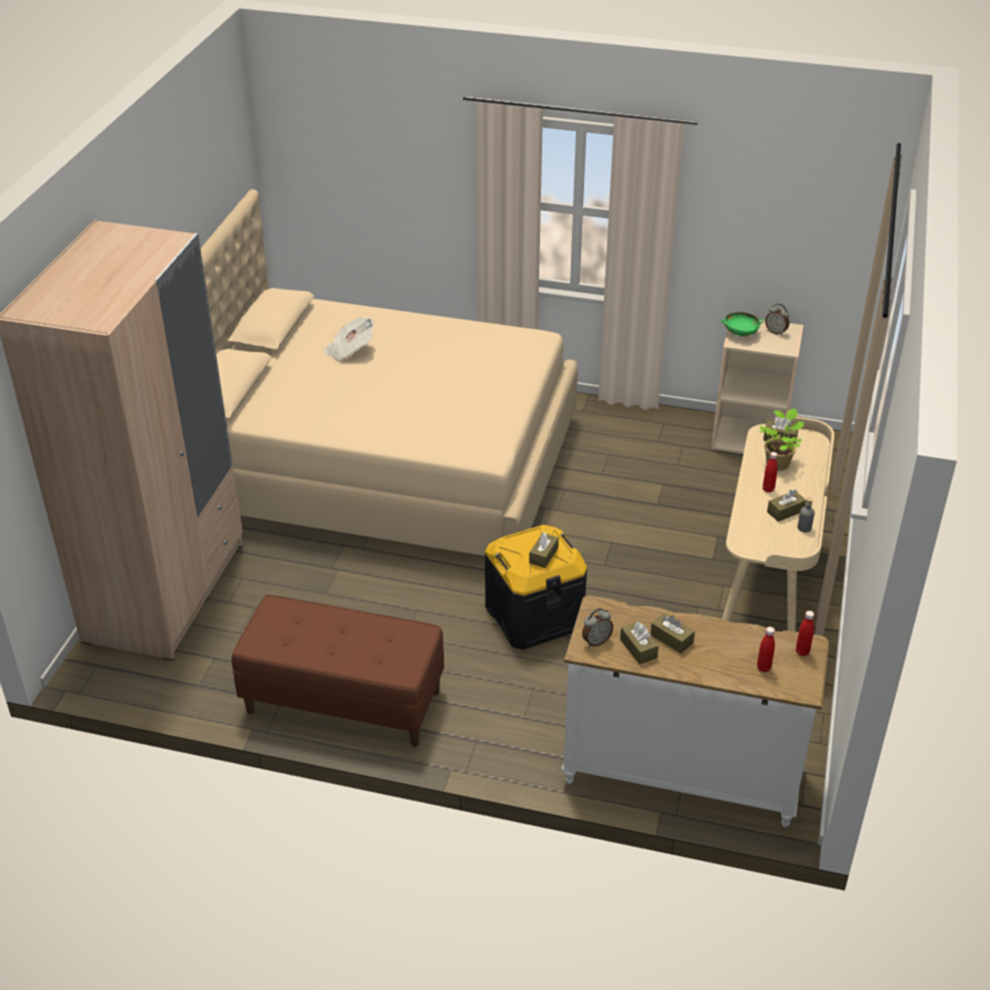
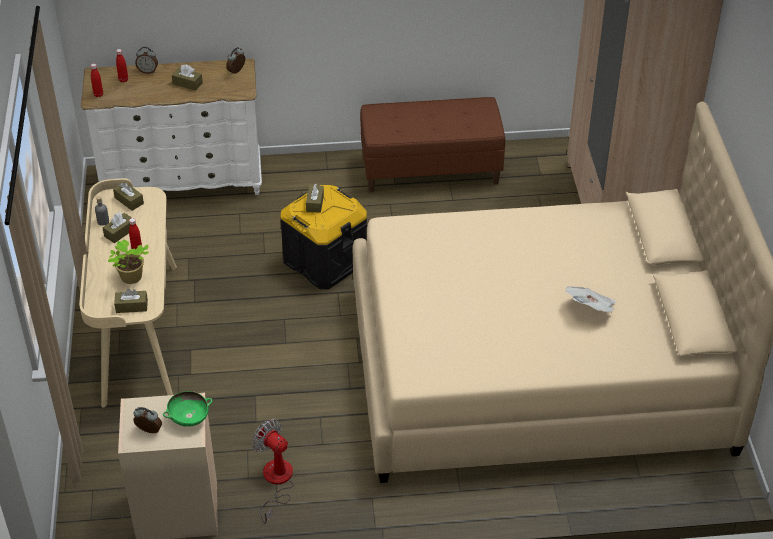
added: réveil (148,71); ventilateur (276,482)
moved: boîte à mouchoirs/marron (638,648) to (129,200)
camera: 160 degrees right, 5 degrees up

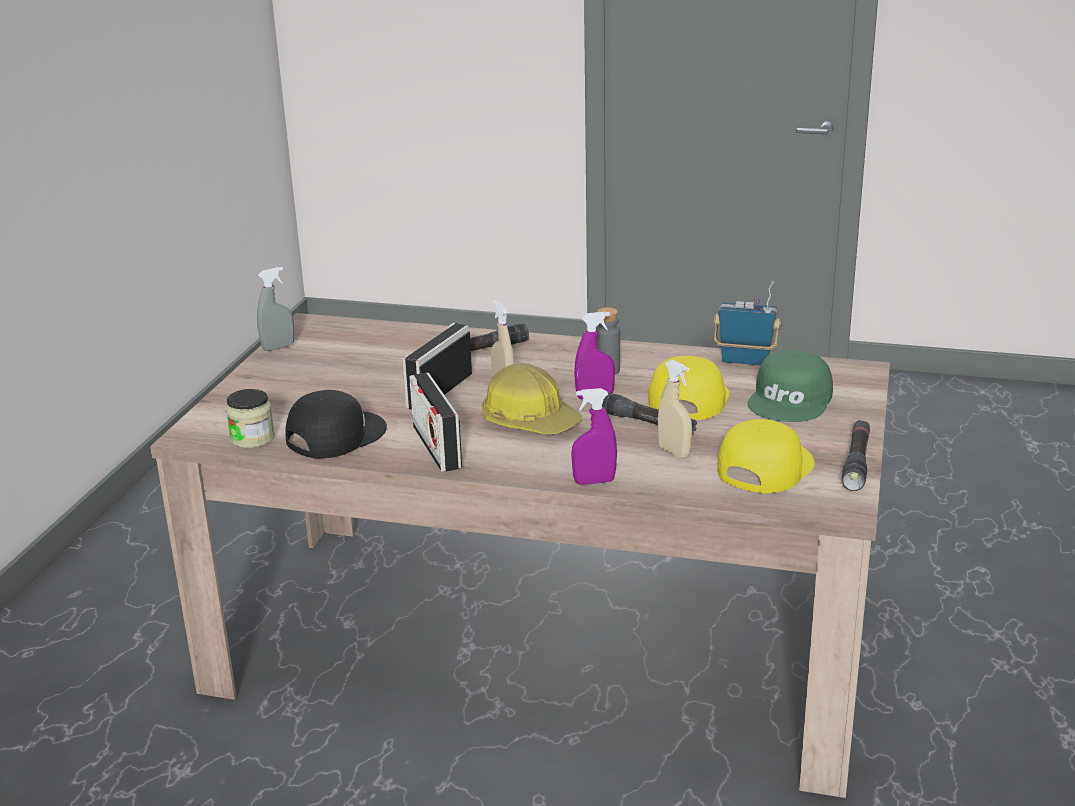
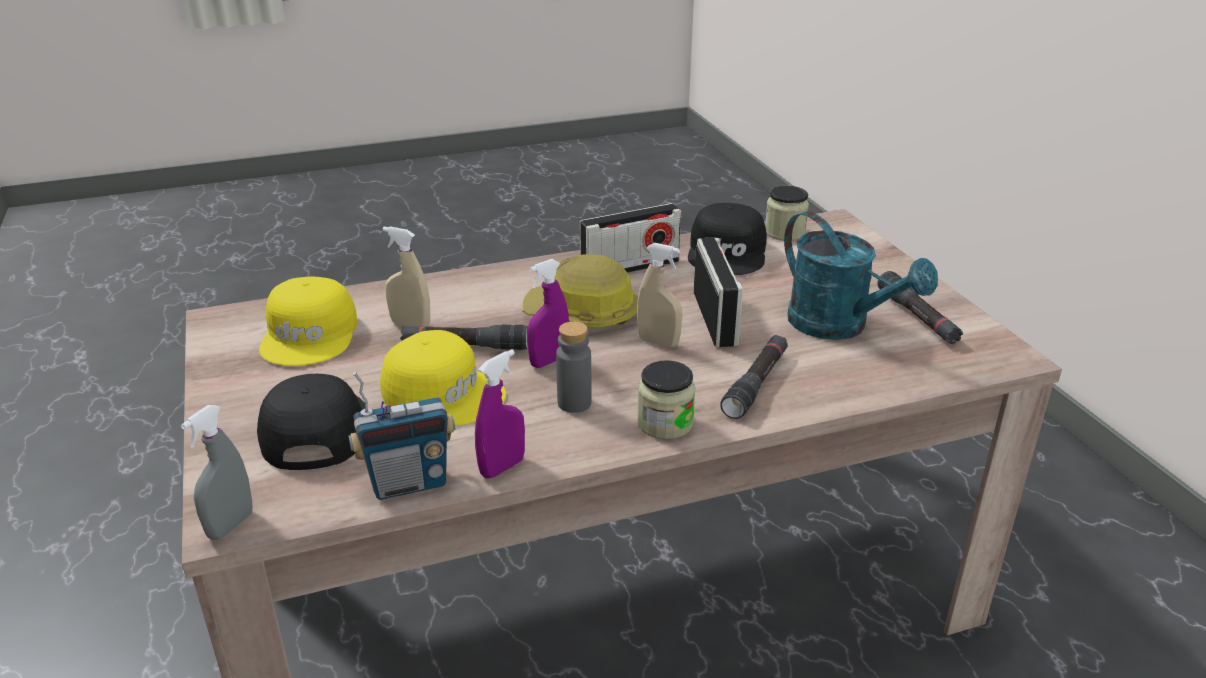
added: bocal (665,423); arrosoir/turquoise (839,326)
moved: vaporisateur/gris (278,347) to (230,525); vaporisateur/violet (594,482) to (502,467); lampe de poche/noir (856,463) to (917,317)
recoloured: casquette/vert (791,400) to casquette/noir (313,430)
turned: radio (436,447) = (630,267) 120 degrees clockwise; casquette/jaune (687,398) = (444,392) 45 degrees counterclockwise
camera: 145 degrees right, 5 degrees up

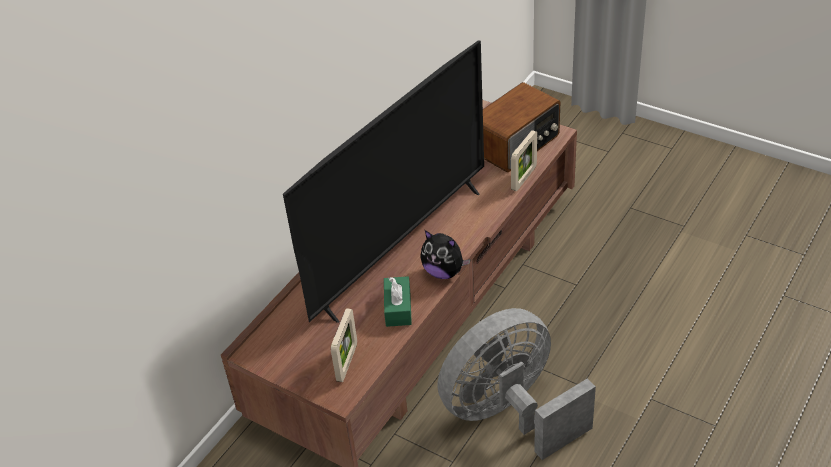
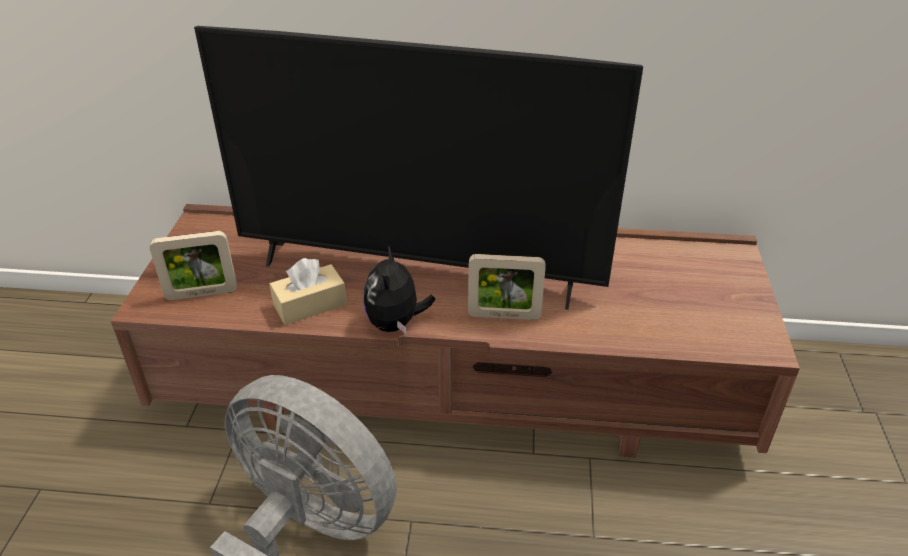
removed: radio (517,144)
moved: cadre photo (524,178) to (504,315)
recoloured: boîte à mouchoirs/vert (398,308) to boîte à mouchoirs/beige (310,305)
camera: 60 degrees right, 5 degrees down

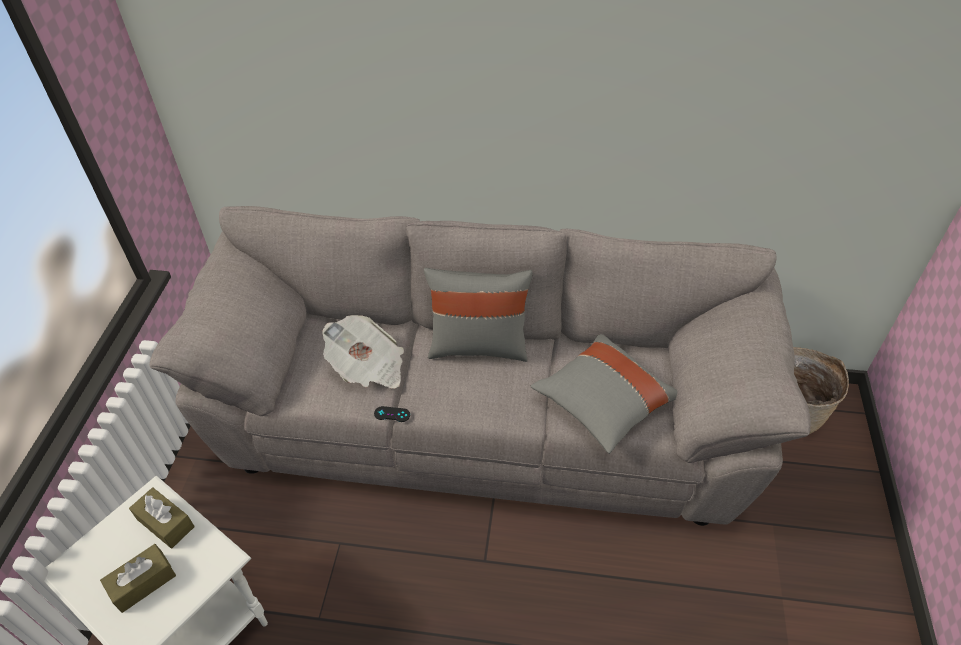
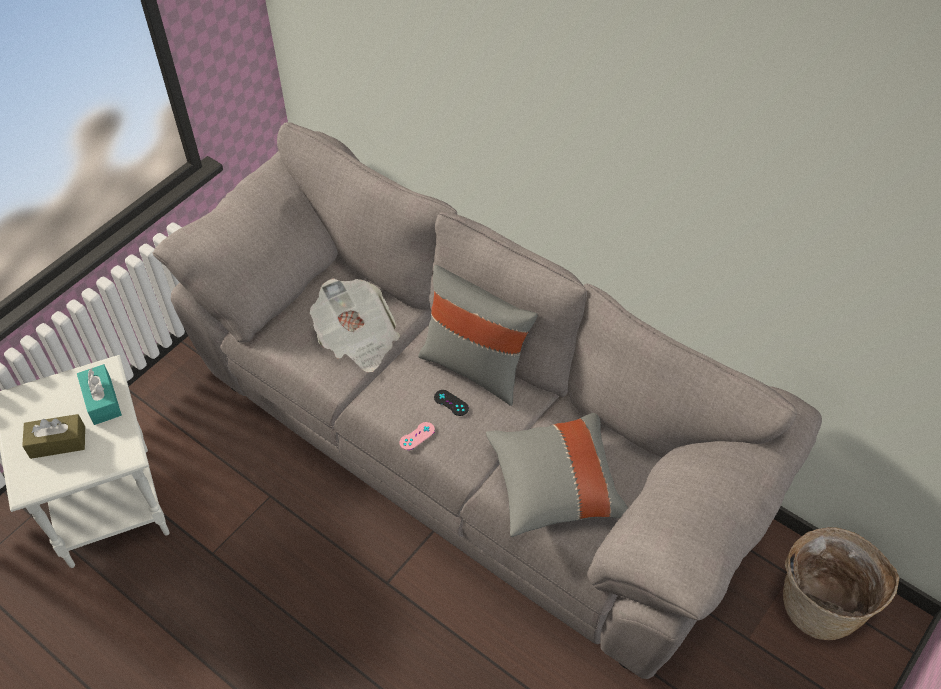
added: manette/rose (417,436)
moved: manette/noir (392,414) to (451,403)
recoloured: boîte à mouchoirs/marron (165,523) to boîte à mouchoirs/turquoise (102,400)
camera: 30 degrees right, 5 degrees up

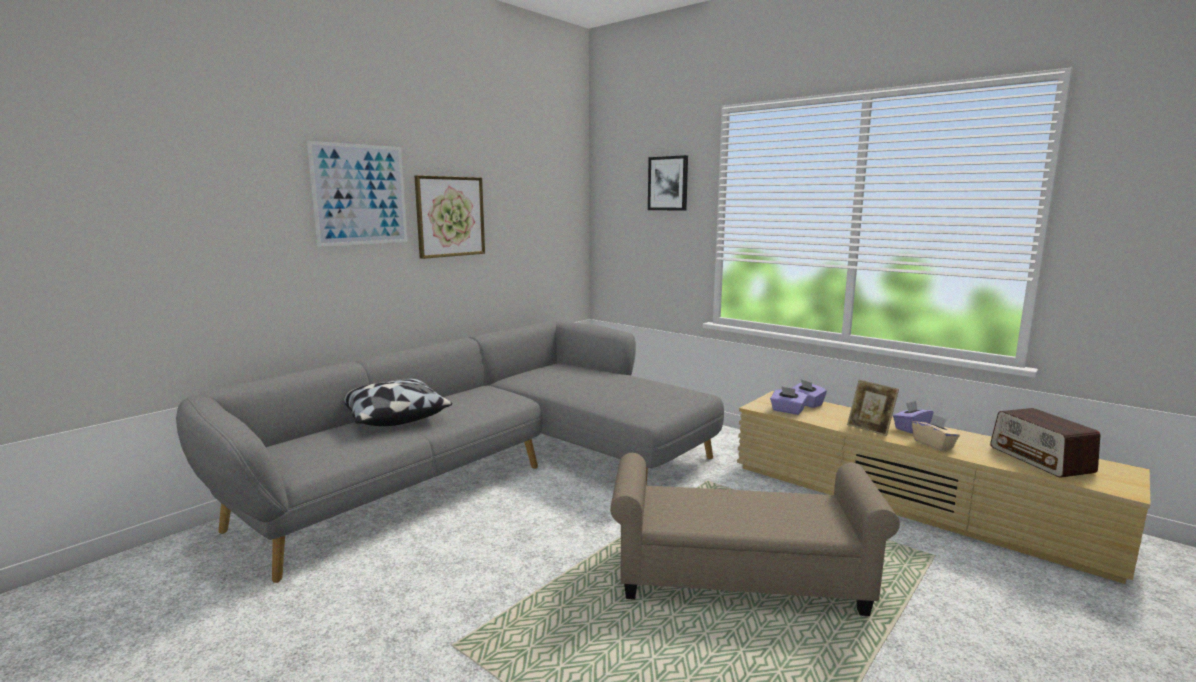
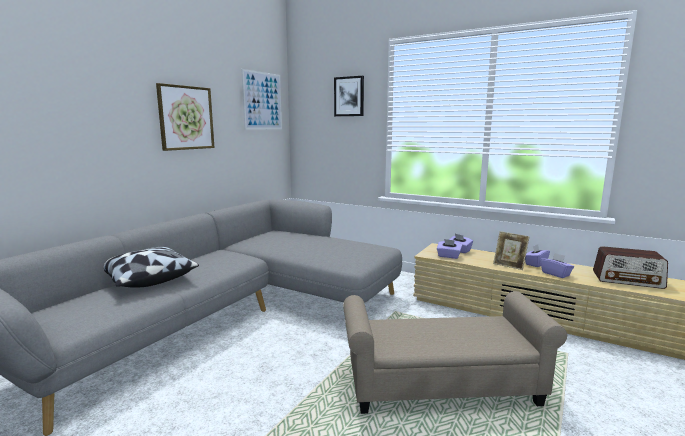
moved: tableau (360,195) to (262,101)
recoloured: boîte à mouchoirs/beige (933,444) to boîte à mouchoirs/violet (555,274)
turned: radio (1041,460) = (627,280) 45 degrees counterclockwise
camera: 10 degrees left, 0 degrees up

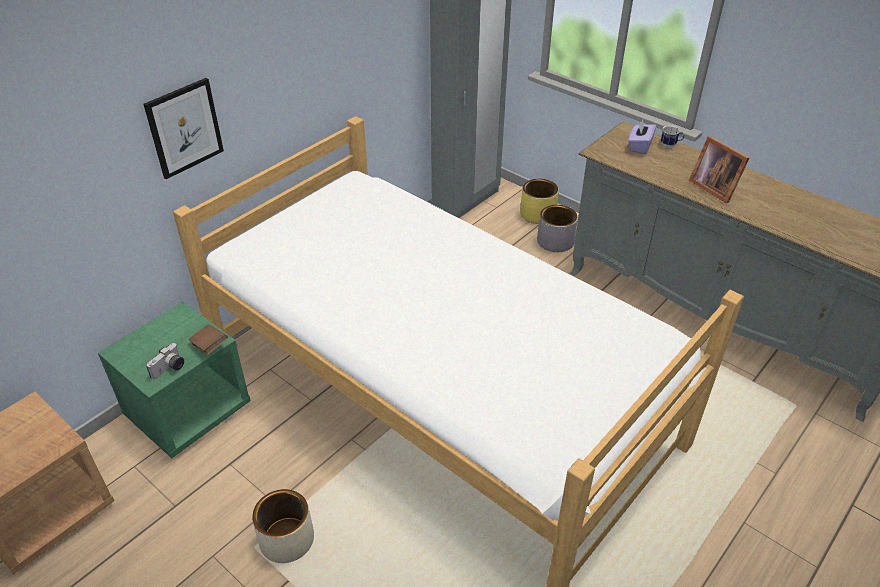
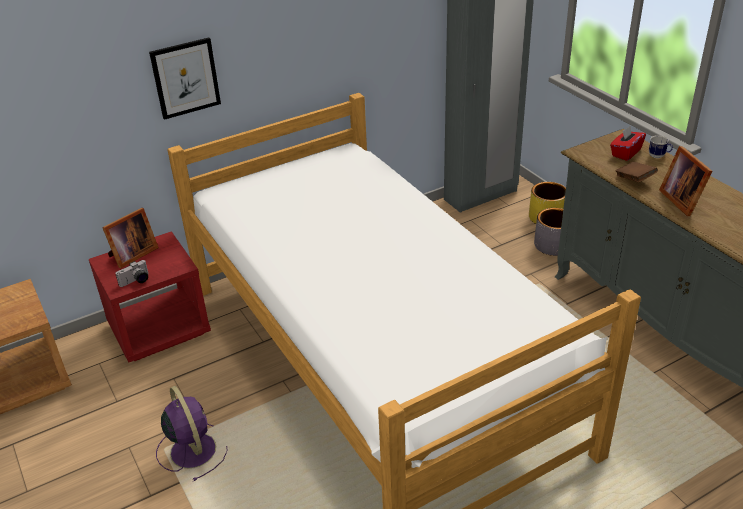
added: cadre photo (132,255)
moved: livre/marron (210,346) to (634,179)
replaced: cache-pot/beige (286,539) to ventilateur/violet (192,449)
recoloured: table de chevet/vert (189,411) to table de chevet/rouge (159,329); boîte à mouchoirs/violet (639,146) to boîte à mouchoirs/rouge (625,153)
camera: 20 degrees right, 5 degrees down

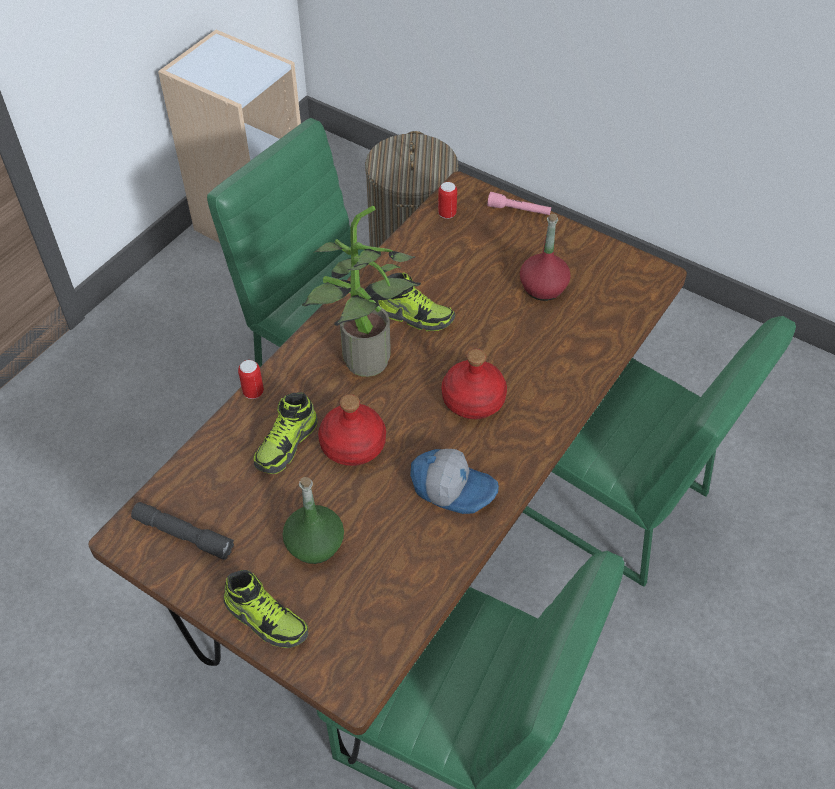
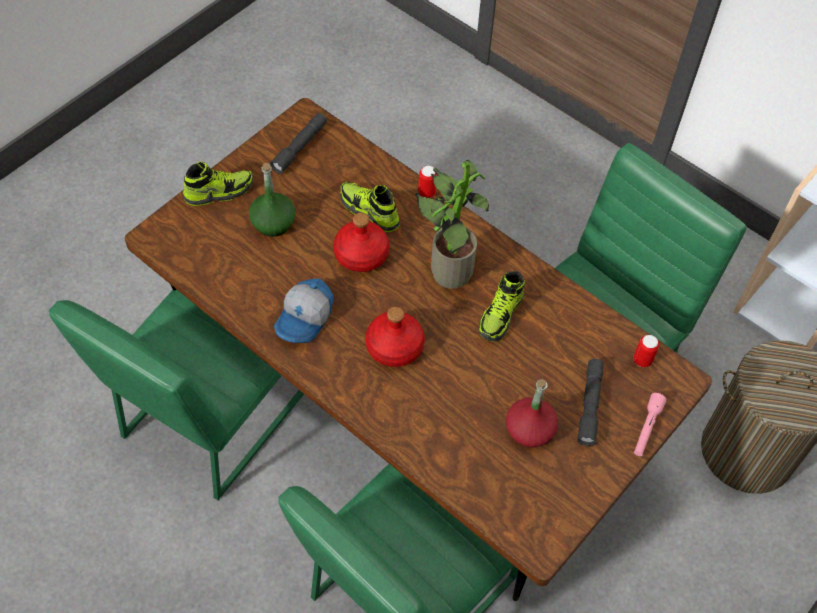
added: lampe de poche/gris (589,405)
turned: chaussure (267,619) = (219,191) 150 degrees counterclockwise
camera: 95 degrees right, 5 degrees up

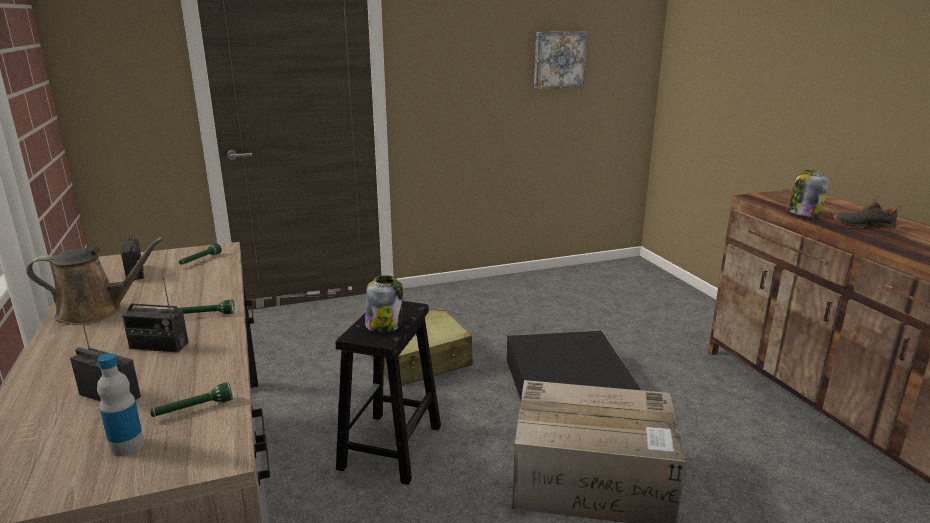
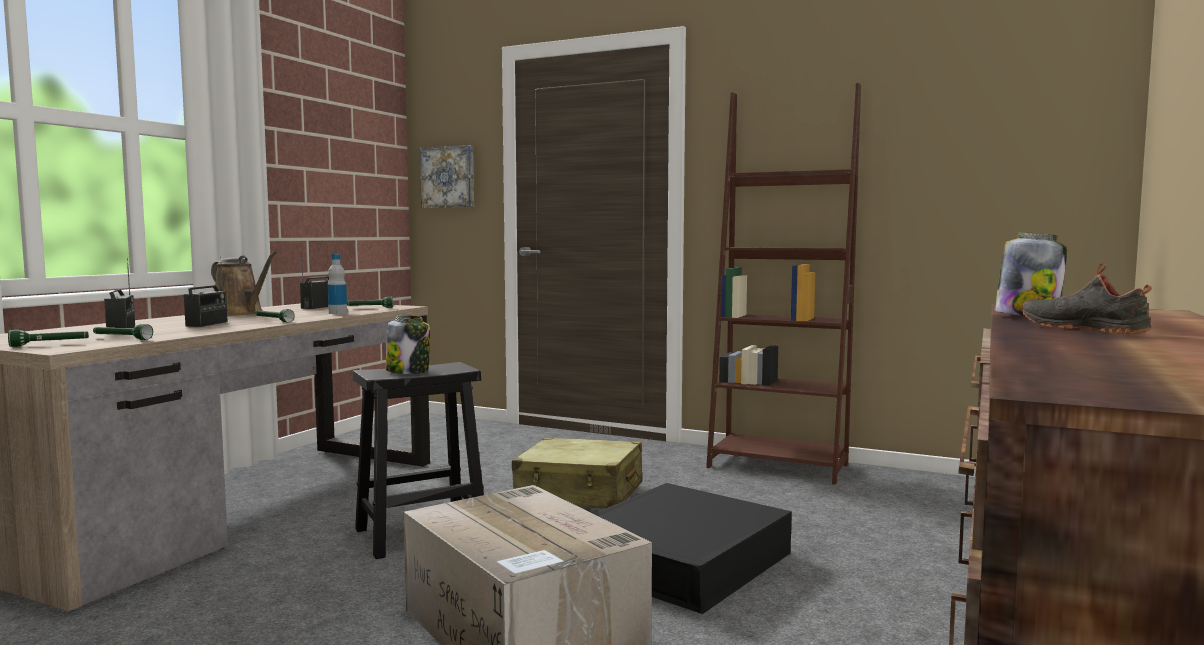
added: lampe de poche/vert (50,344); bibliothèque/marron (778,466)
moved: bouteille (127,446) to (337,313); tableau (559,60) to (448,177)
turned: radio (159,346) = (207,324) 135 degrees counterclockwise
camera: 45 degrees right, 15 degrees down

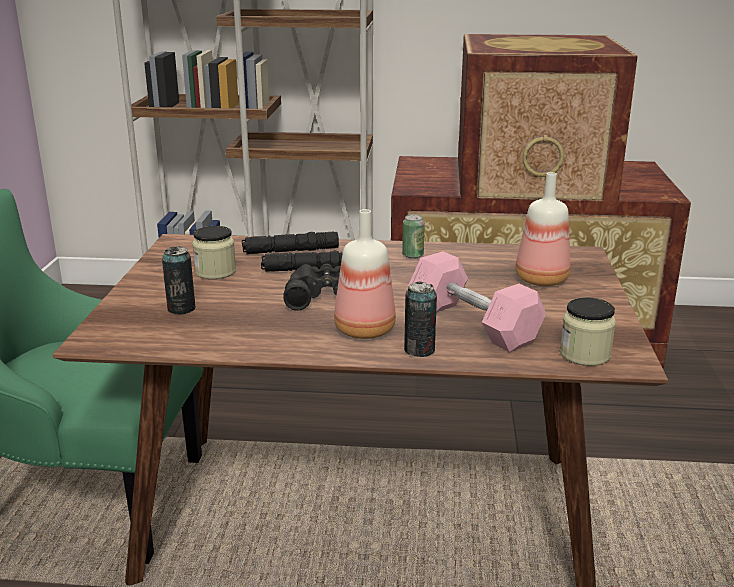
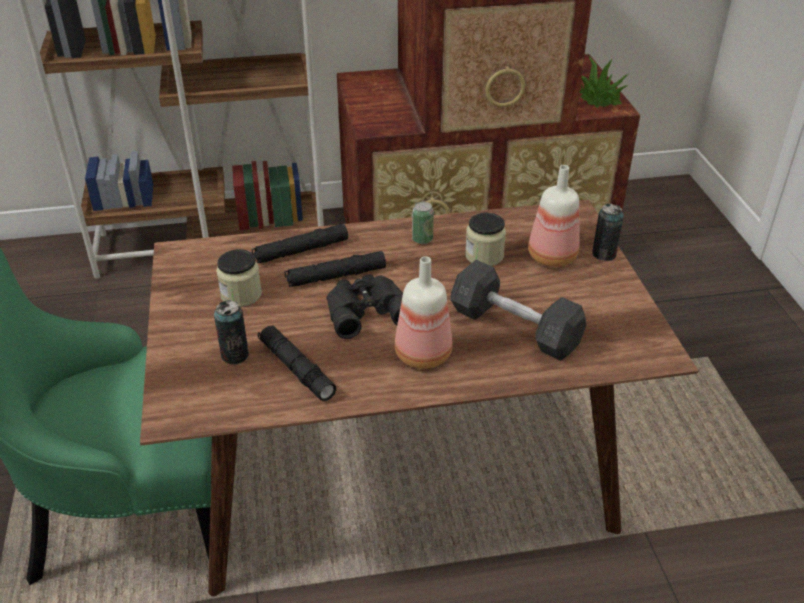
added: lampe de poche/noir (296,368); plante en pot (599,97)
moved: boîte métallique (419,350) to (604,254); bocal (585,354) to (484,256)
recoloured: haltère/rose (473,323) to haltère/gris (515,328)
camera: 15 degrees left, 15 degrees up

